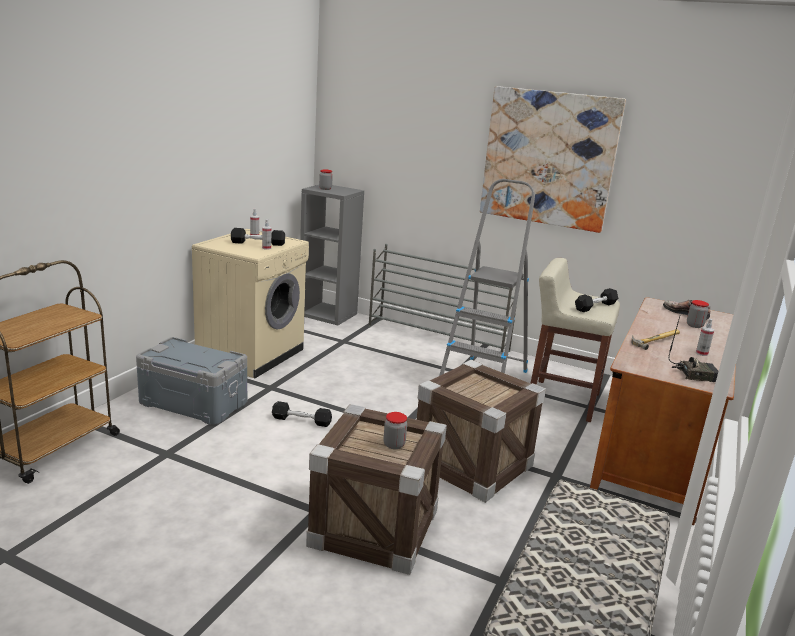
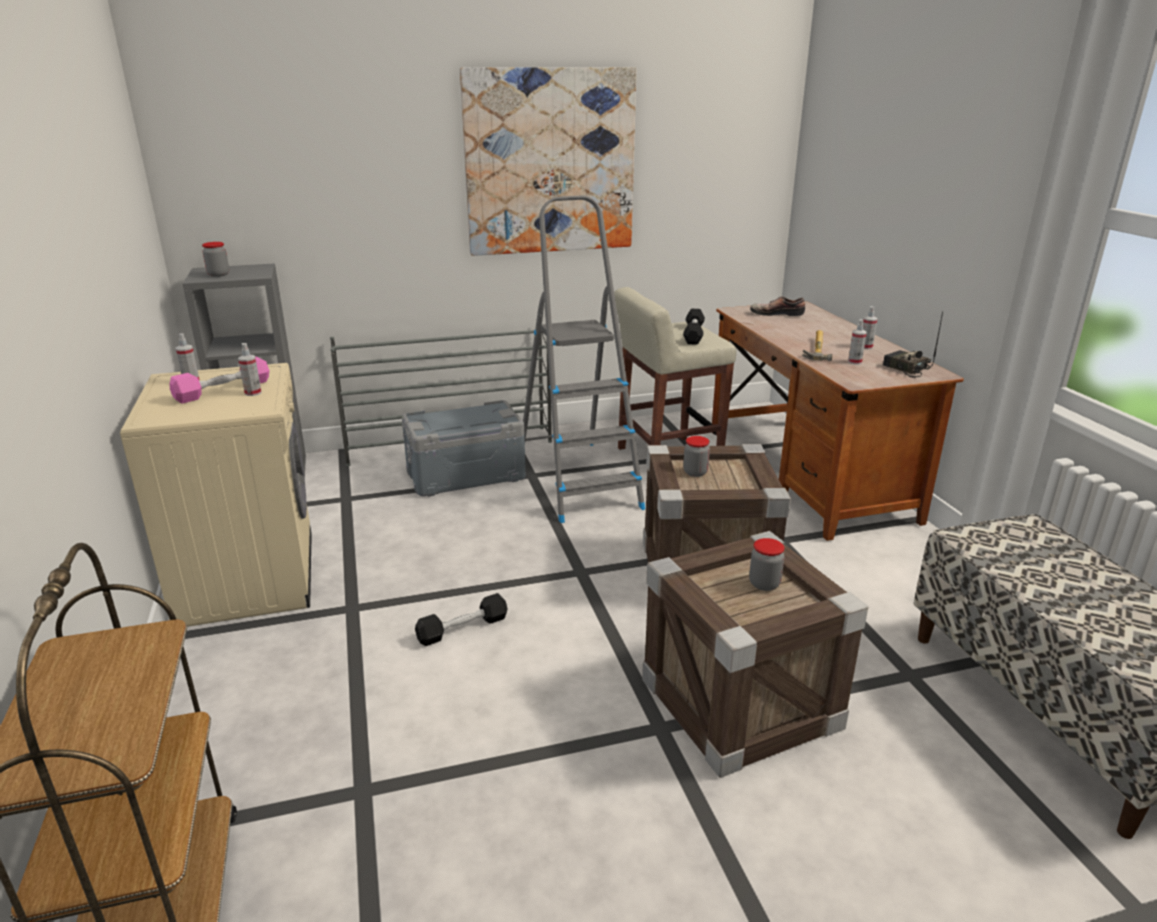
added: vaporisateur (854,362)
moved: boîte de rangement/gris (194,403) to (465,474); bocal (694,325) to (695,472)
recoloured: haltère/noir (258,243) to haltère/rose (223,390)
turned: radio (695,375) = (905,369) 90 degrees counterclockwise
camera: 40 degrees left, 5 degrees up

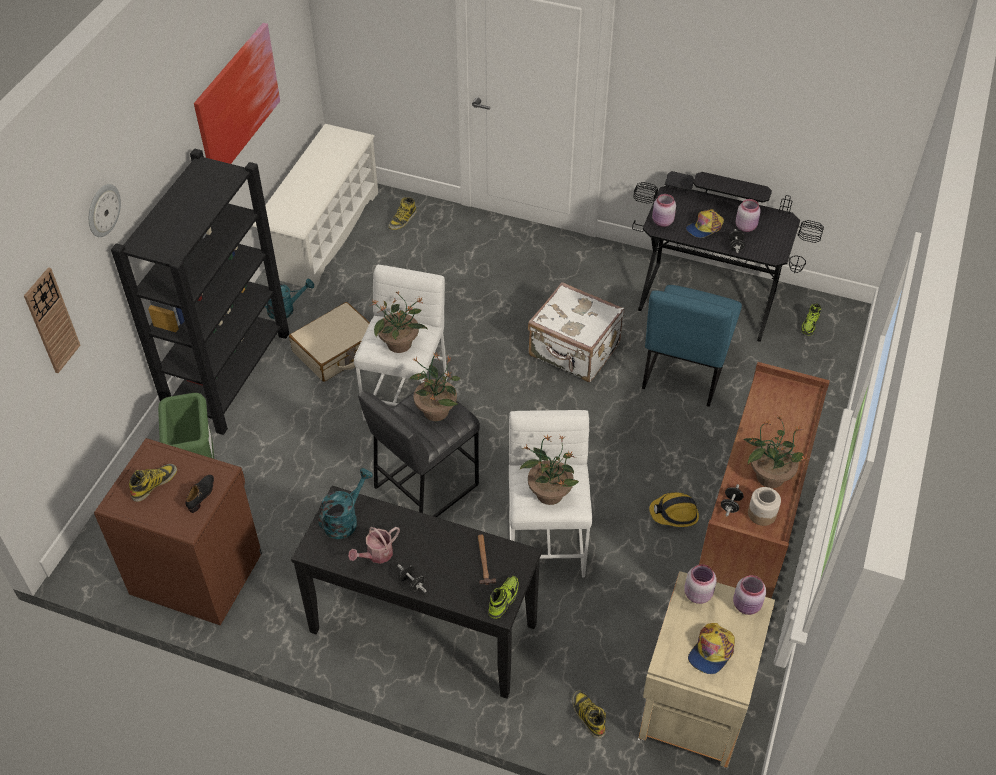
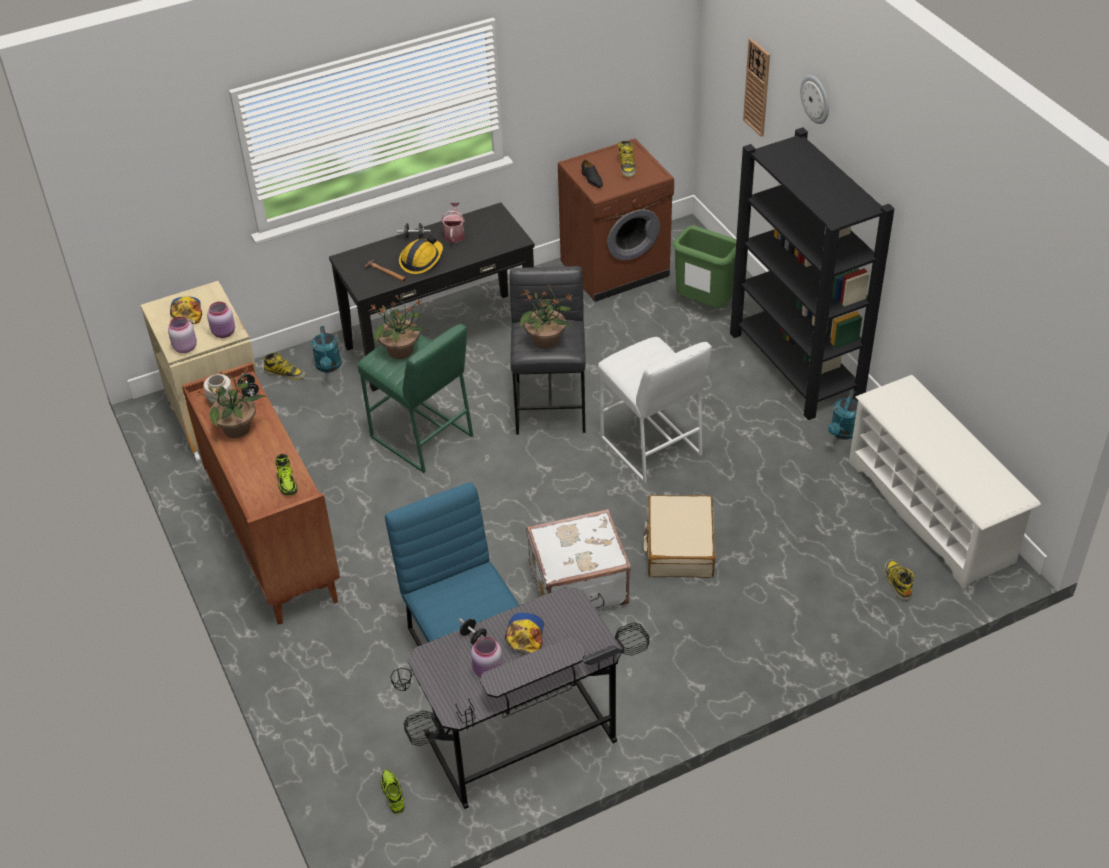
removed: tableau (236,101); plante en pot (400,344); bocal/rose (662,222)
moved: valise/beige (337,350) to (679,546); arrosoir/turquoise (345,519) to (328,367); chaussure (503,600) to (287,482); casque de chantier (674,514) to (421,260)
recoloured: tabouret/blanc (546,541) to tabouret/vert (422,437)
camera: 135 degrees right, 5 degrees down

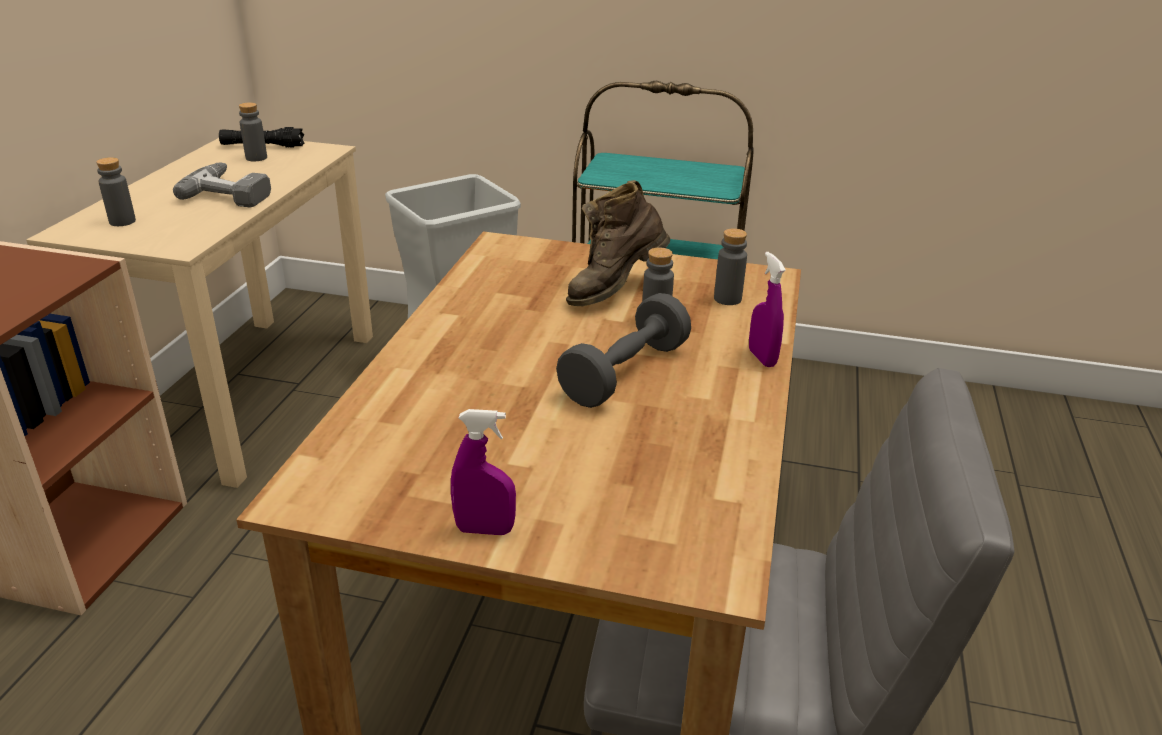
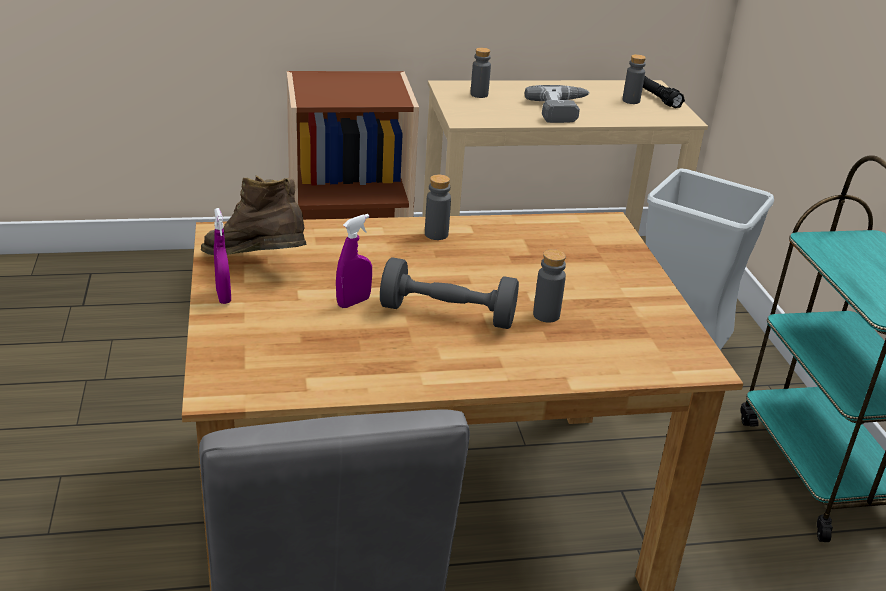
moved: botte/marron (614,291) to (256,264); bouteille/gris (727,299) to (436,234); vaporisateur/violet (762,358) to (353,302)
camera: 65 degrees right, 0 degrees up

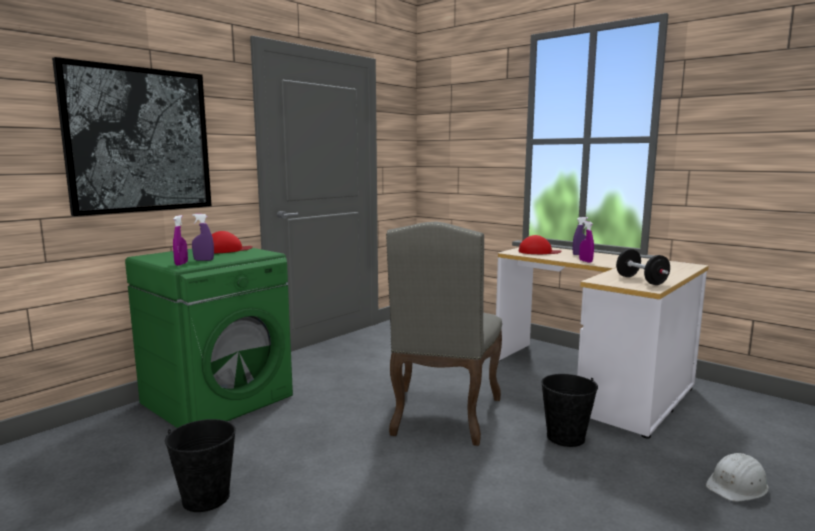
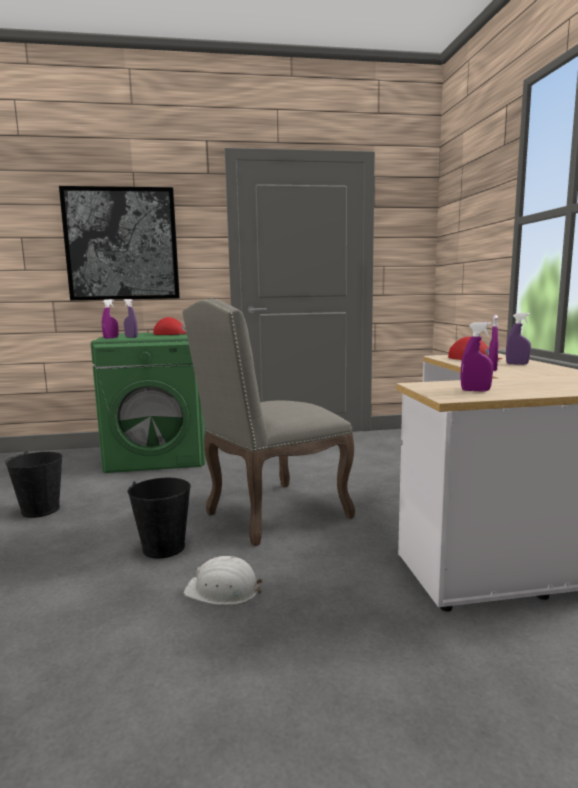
moved: seau/noir (565,437) to (164,547); casque de chantier/blanc (737,485) to (223,590)
replaced: haltère/noir (641,280) to vaporisateur/violet (475,390)
camera: 40 degrees right, 0 degrees up

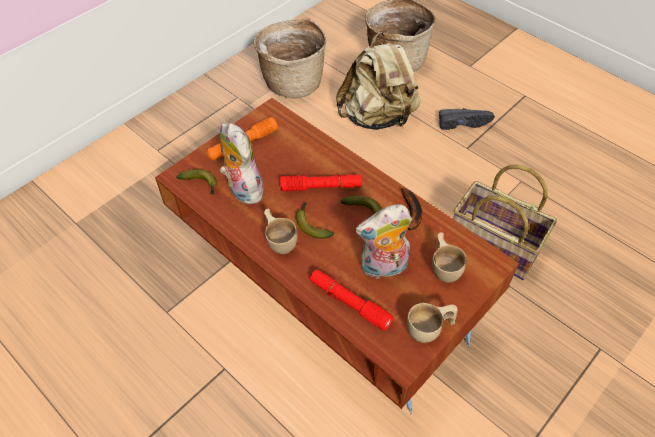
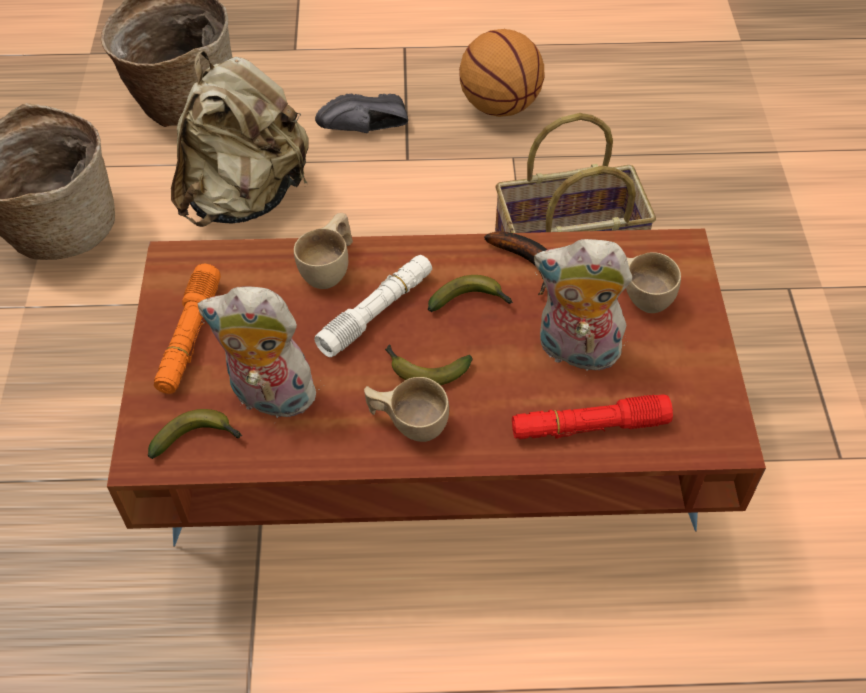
added: ballon de basket (500,106)
moved: tasse/beige (430,329) to (330,268)
recoloured: lampe de poche/rouge (321,187) to lampe de poche/blanc (376,312)
turned: peluche (383,268) = (575,352) 75 degrees clockwise; chaussure/noir (462,122) = (366,130) 150 degrees counterclockwise
camera: 45 degrees left, 0 degrees up

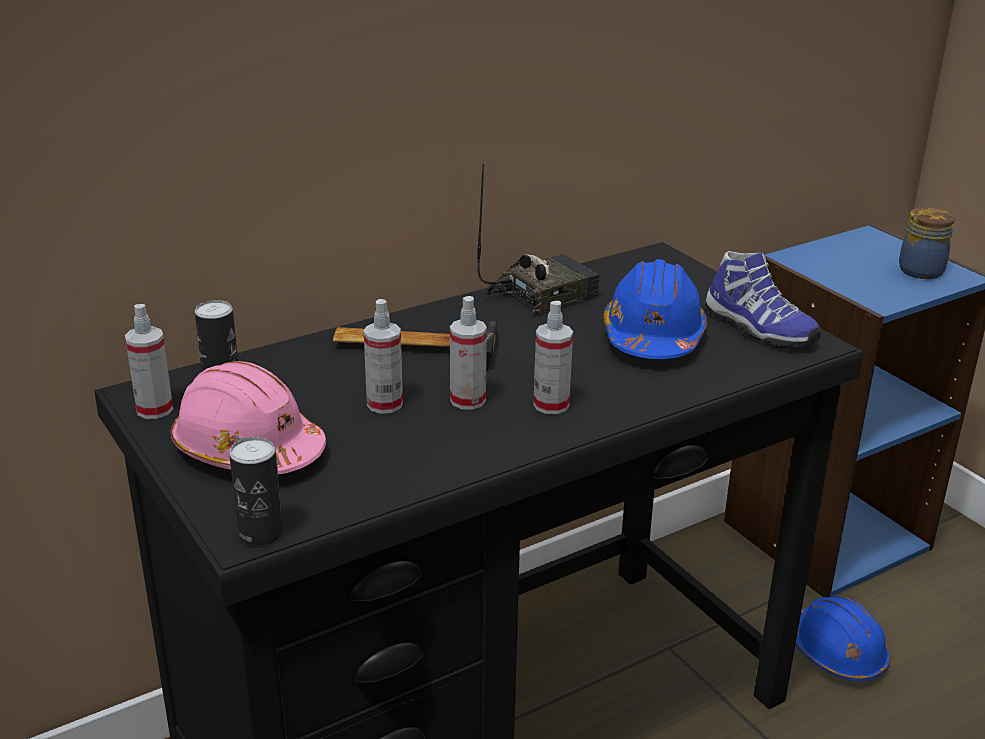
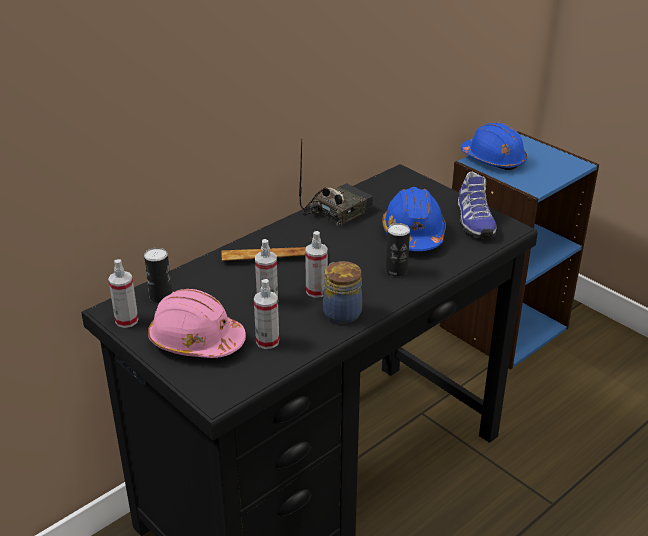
moved: boîte métallique (260,533) to (396,271); vaporisateur (551,405) to (267,341); casque de chantier/bleu (835,653) to (493,159); bocal (919,270) to (341,312)
turned: chaussure (757,329) = (473,222) 45 degrees clockwise
camera: 10 degrees left, 5 degrees up

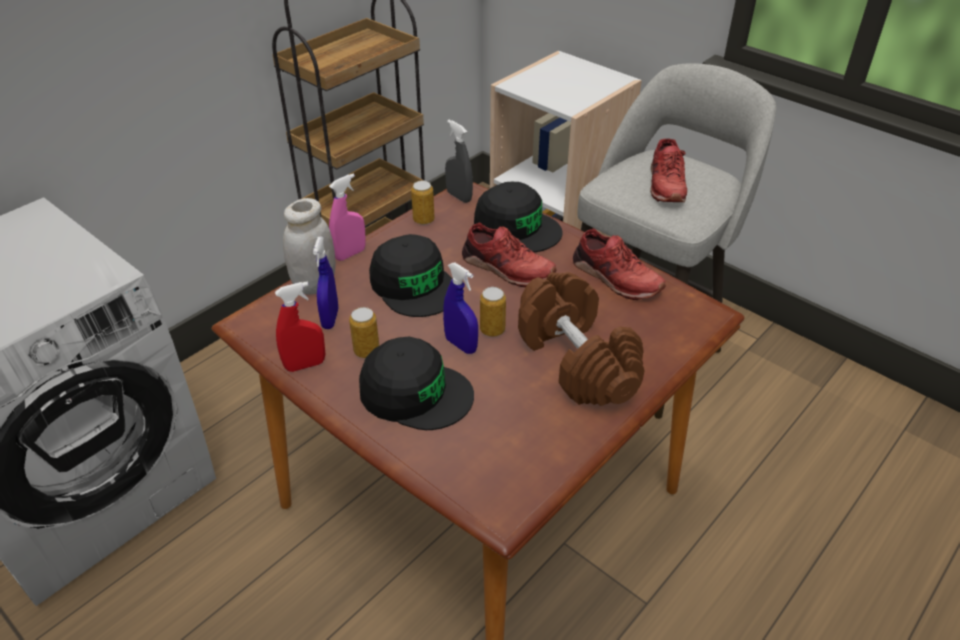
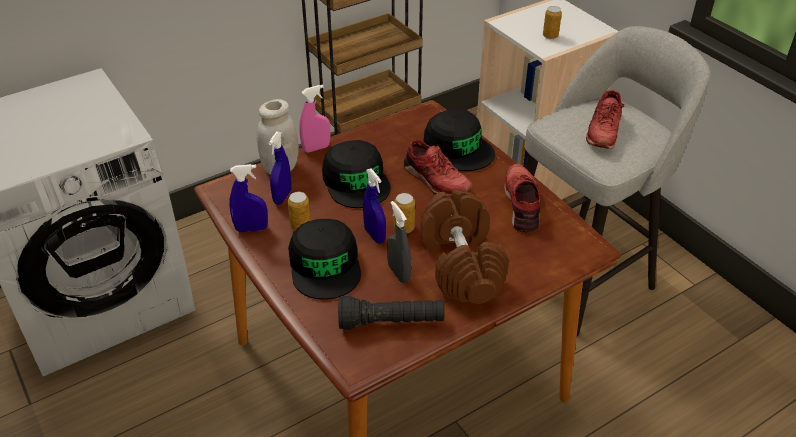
added: lampe de poche/noir (391,322)
moved: boîte métallique (423,220) to (550,36); vaporisateur/gris (459,196) to (398,273)
recoloured: vaporisateur/rouge (305,365) to vaporisateur/bleu (251,229)
turned: casquette/noir (415,392) = (325,265) 45 degrees clockwise; chaussure/rouge (615,278) = (522,203) 150 degrees counterclockwise
camera: 15 degrees right, 0 degrees up

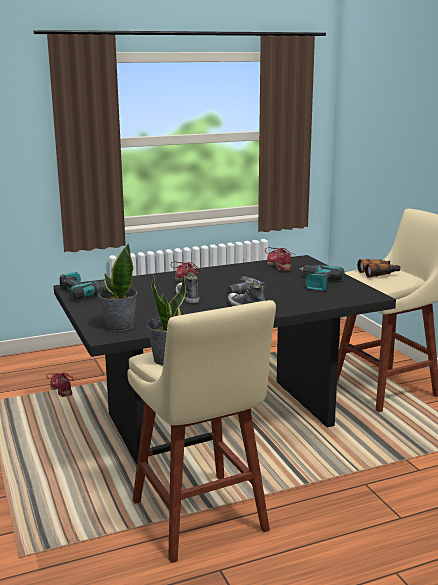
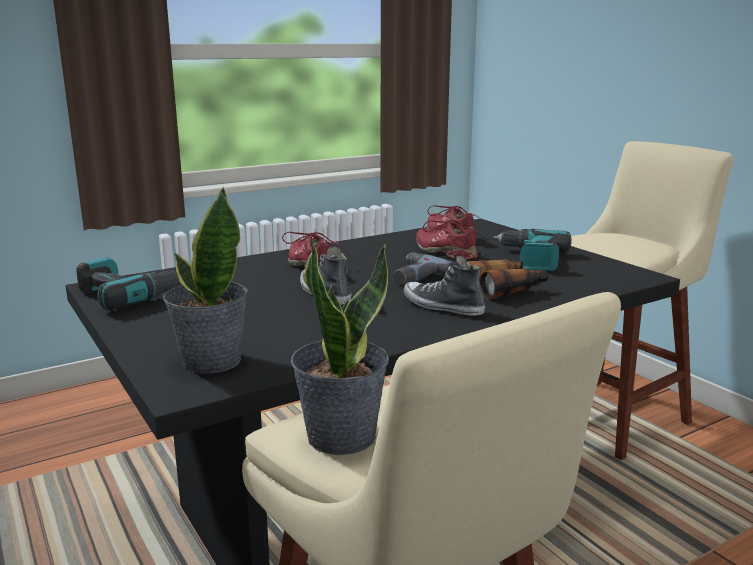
moved: chaussure/rouge (62,389) to (446,252); jumelles (379,273) to (505,288)
camera: 10 degrees left, 0 degrees up

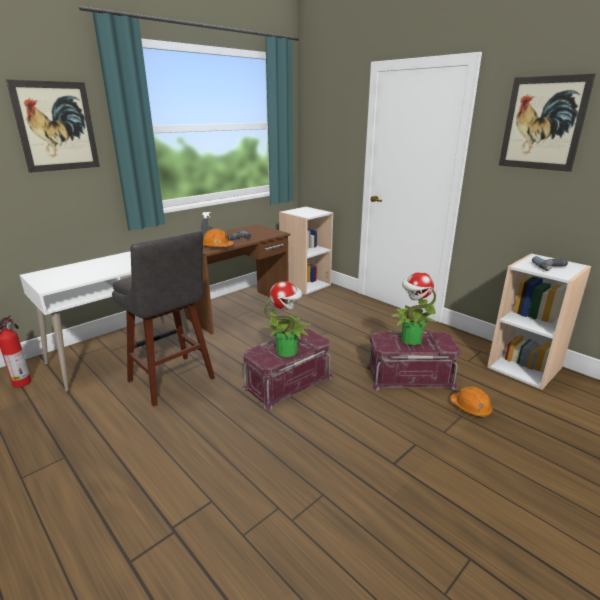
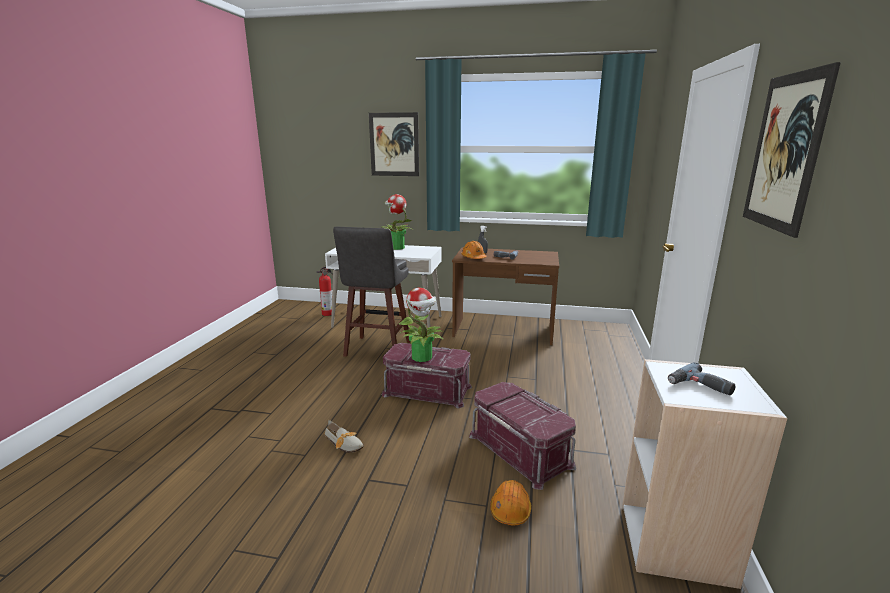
removed: bibliothèque (305,284)
added: chaussure (345,444)
moved: plante en pot (410,340) to (396,247)
camera: 55 degrees right, 5 degrees down

